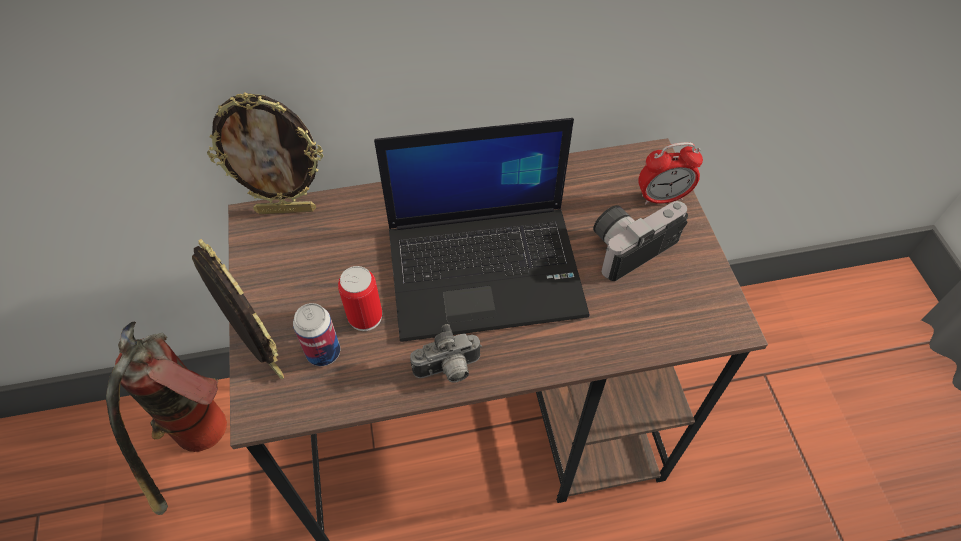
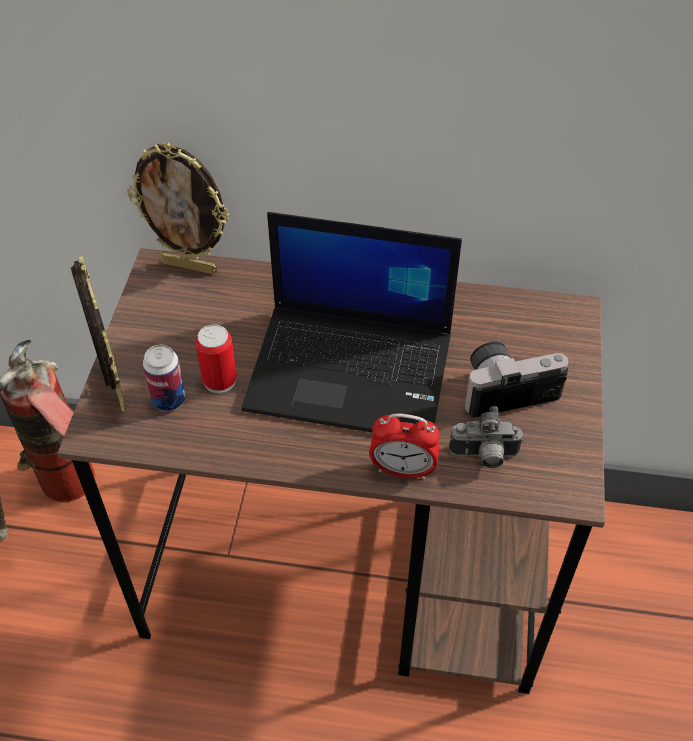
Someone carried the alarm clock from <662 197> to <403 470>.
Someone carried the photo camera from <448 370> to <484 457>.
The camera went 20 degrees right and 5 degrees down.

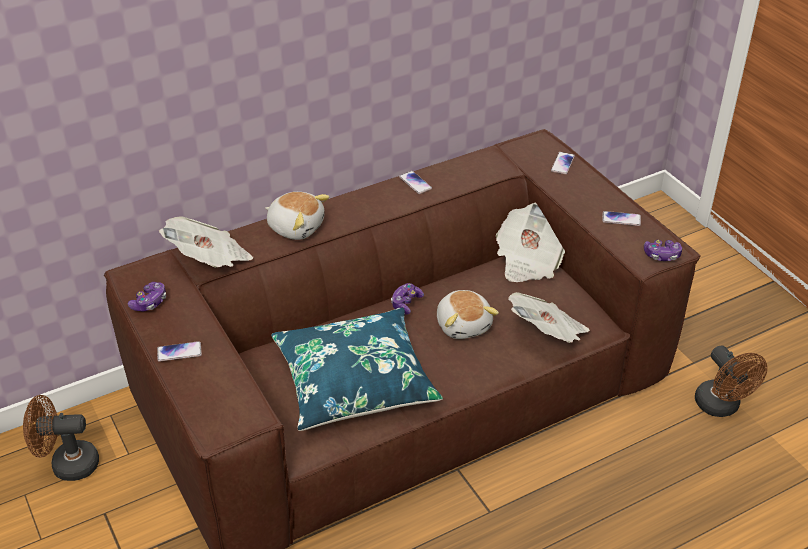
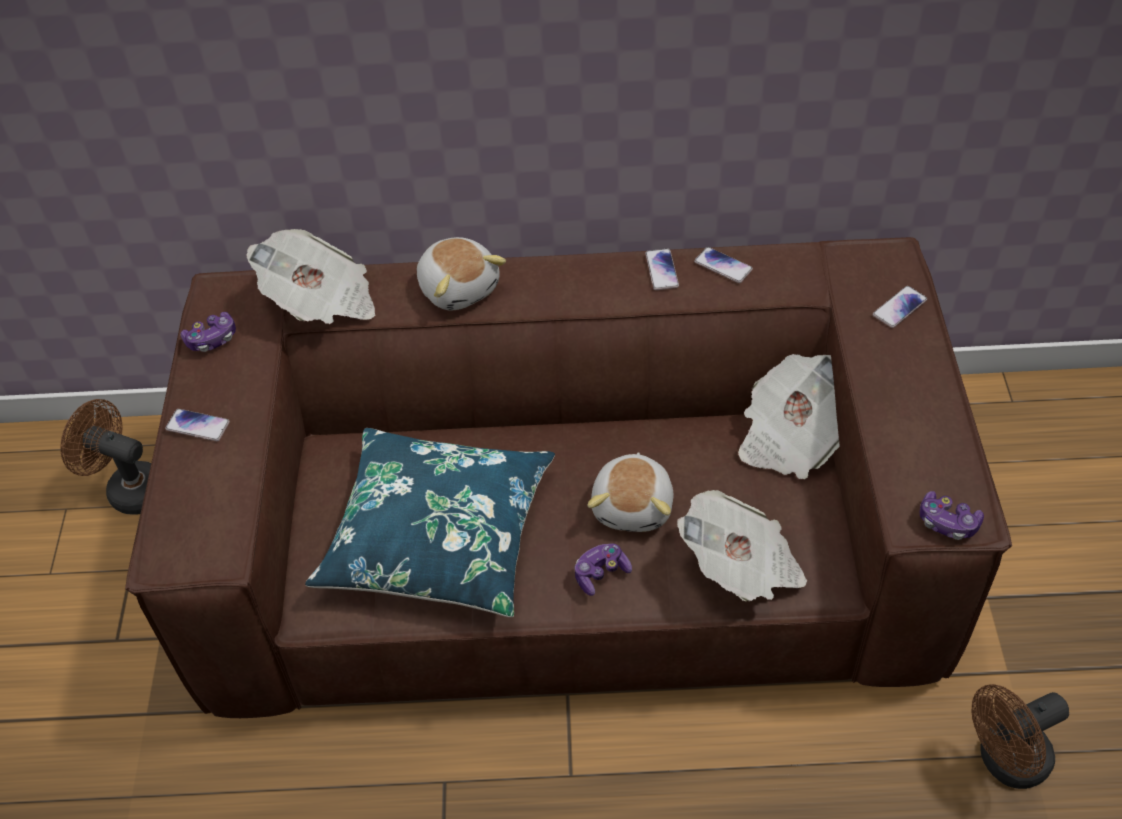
Someone carried the phone from <621 219> to <723 266>.
Someone carried the game controller from <406 303> to <601 573>.
Someone rotated the brown fan at <721 407> by 60 degrees clockwise.
The camera went 30 degrees right and 10 degrees up.

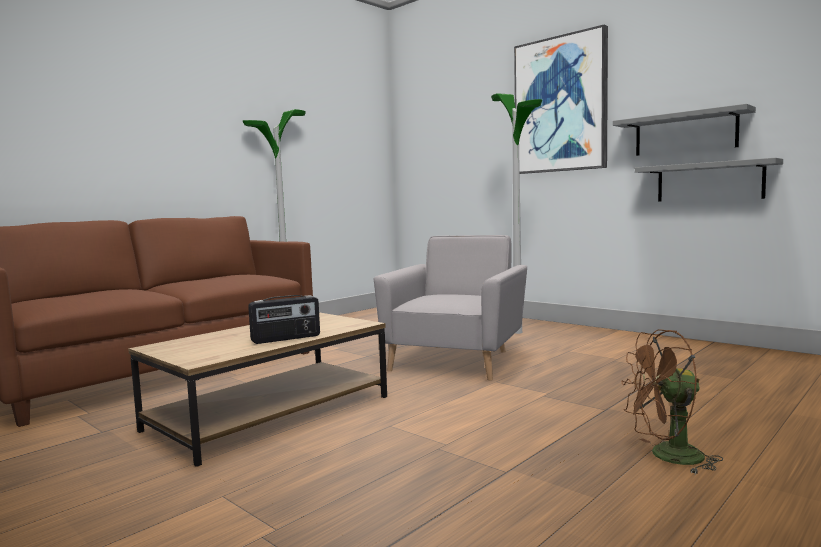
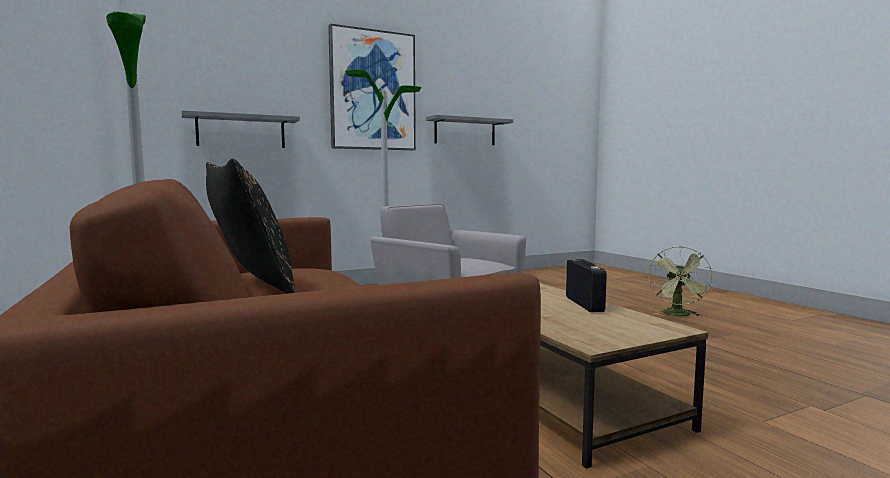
Someone carried the grey shelf from <709 182> to <241 131>.
Someone repainted the brown fan at <667 457>, which became the green fan at <678 315>.
Someone put down the black pillow at <250 286>.
The camera went 70 degrees left and 0 degrees up.

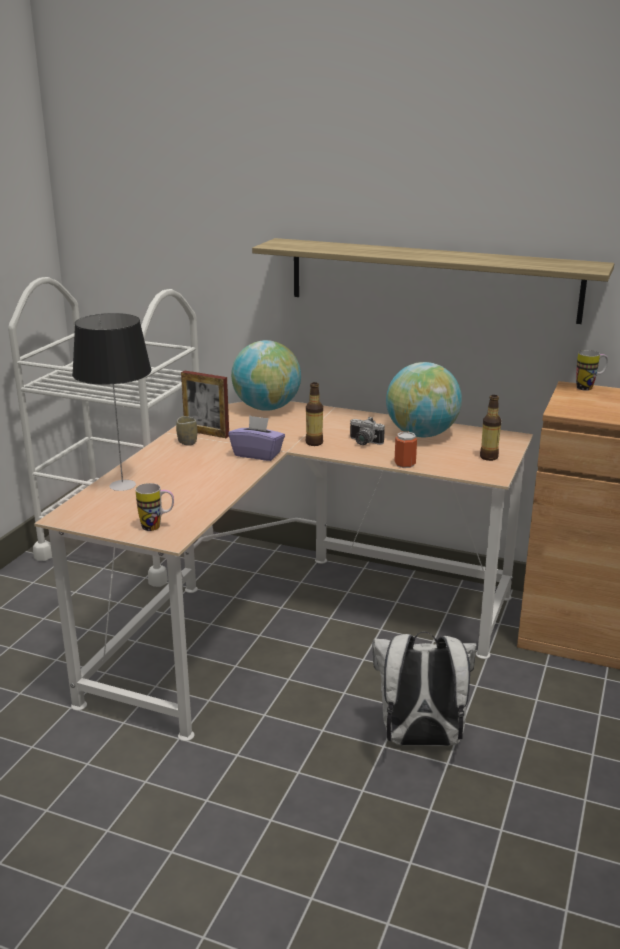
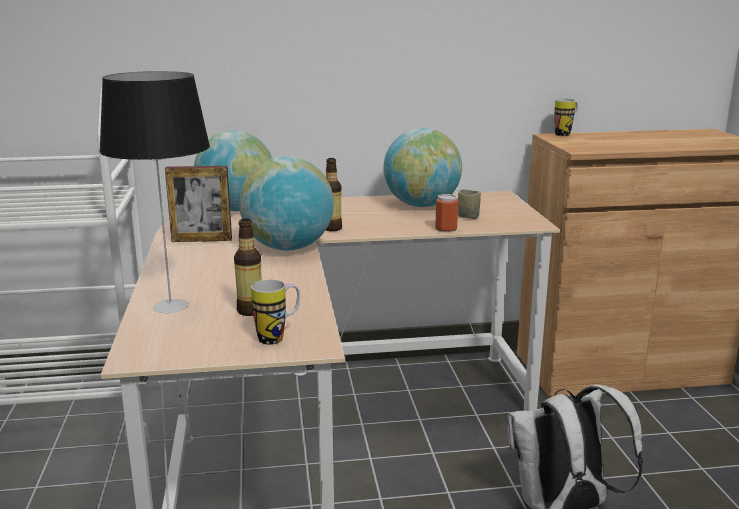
Someone took away the shelf at <432 279>.
Someone carried the bottle from <488 457> to <250 311>.
Someone swapped the purple tissue box at <257 454> for the globe at <288 248>.
Someone carried the cup from <187 442> to <468 217>.
Someone took away the photo camera at <363 442>.
The camera went 30 degrees left and 5 degrees down.

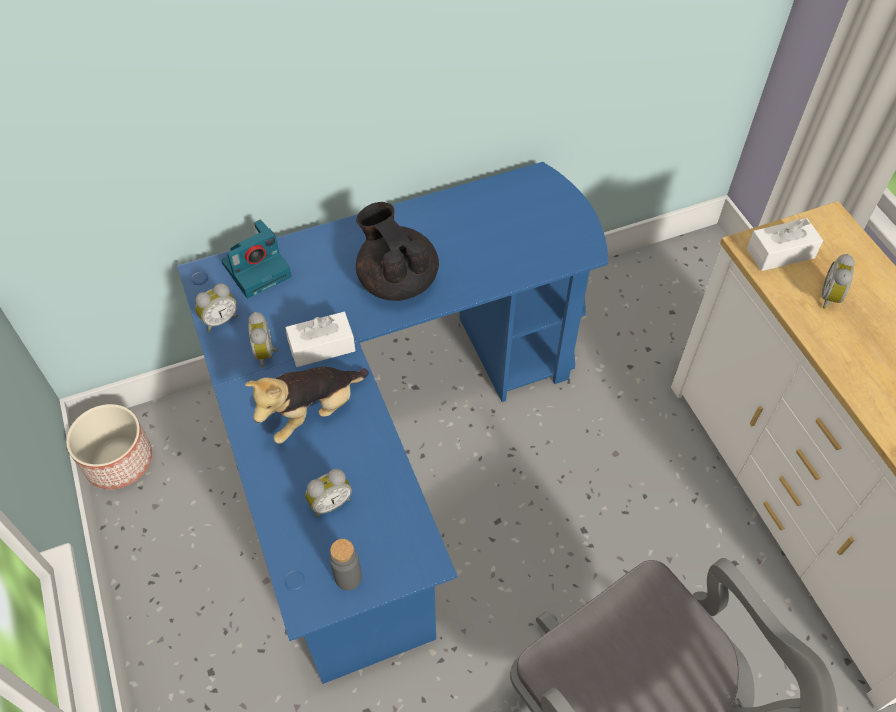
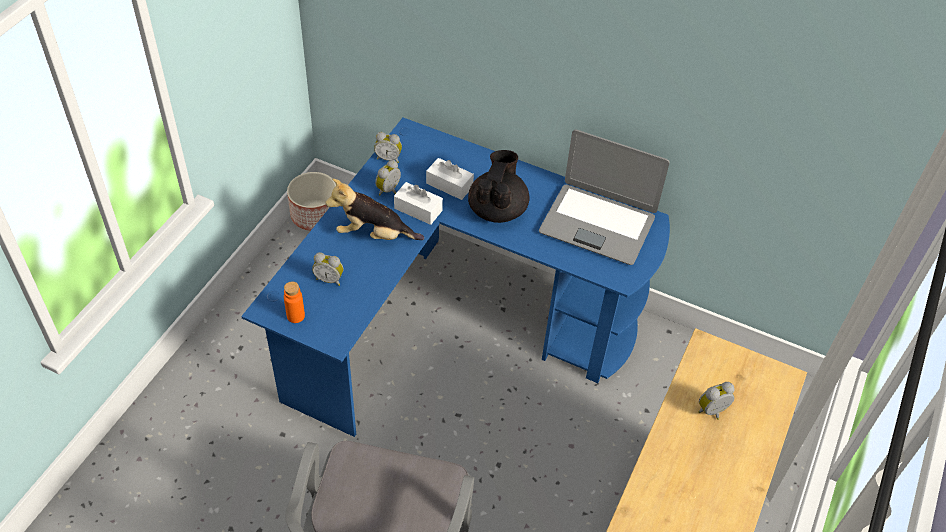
Someone carried the white tissue box from <780 253> to <449 185>.
Someone took away the photo camera at <258 269>.
Someone repainted the grey bottle at <348 577>, which became the orange bottle at <295 316>.
Someone put down the laptop at <597 224>.
The camera went 45 degrees right and 5 degrees down.

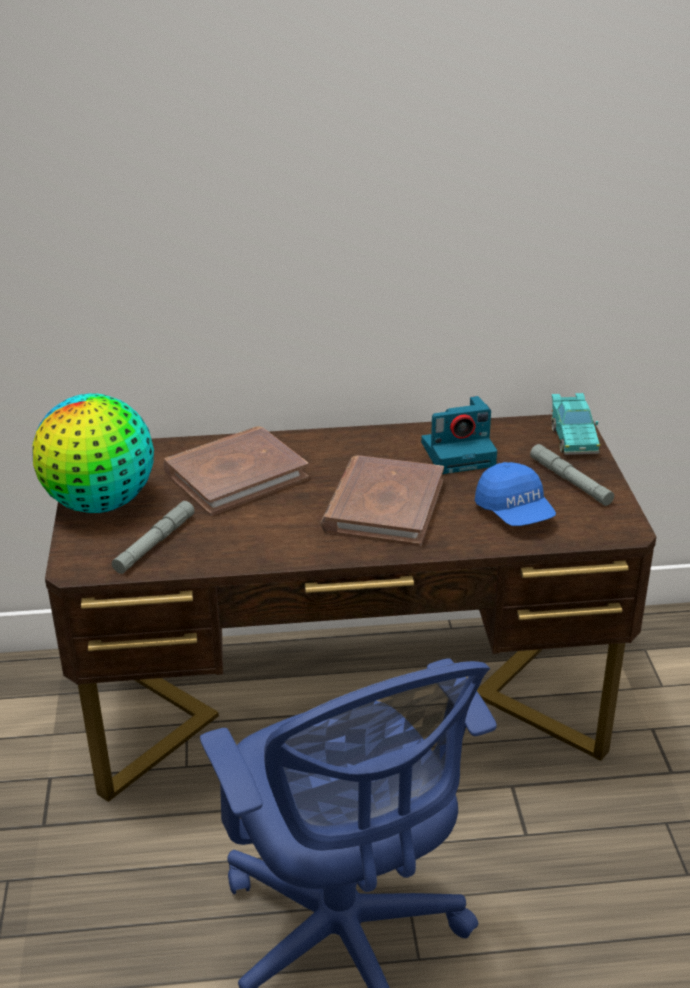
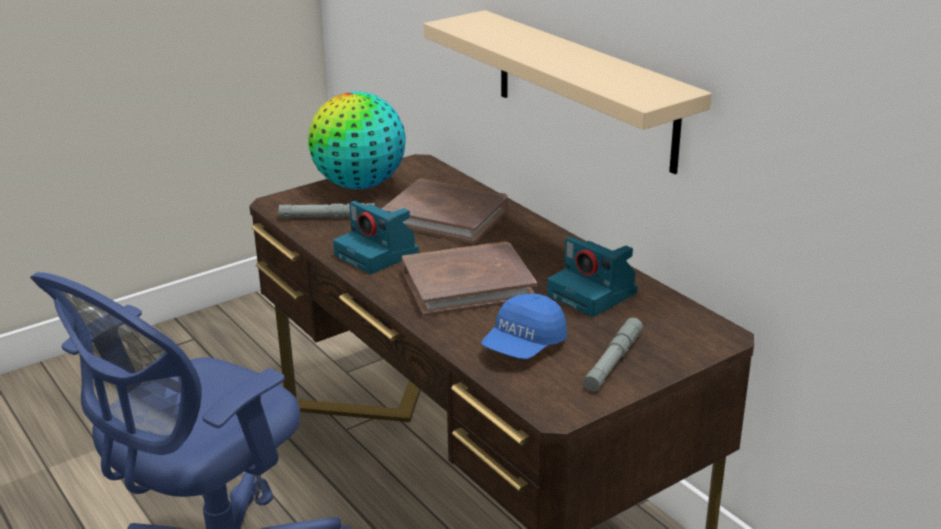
Someone took away the turquoise toy car at <573 437>.
Someone put up the beige shelf at <584 89>.
Someone put down the photo camera at <378 254>.
The camera went 60 degrees right and 5 degrees down.

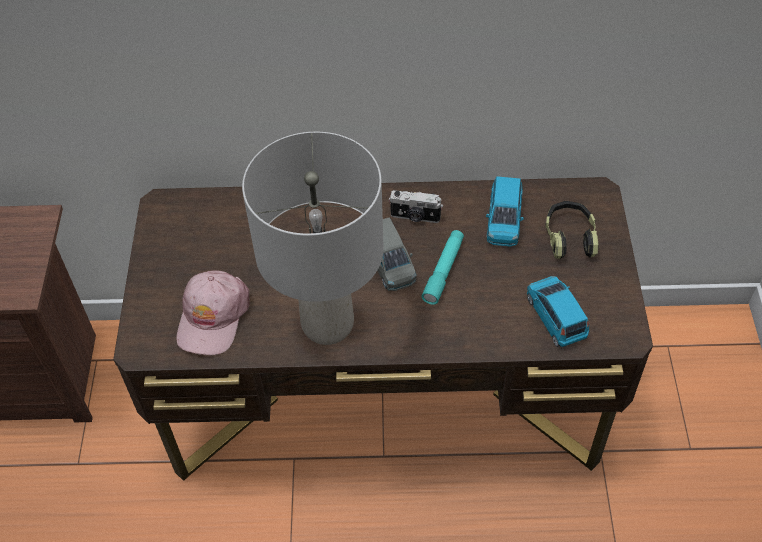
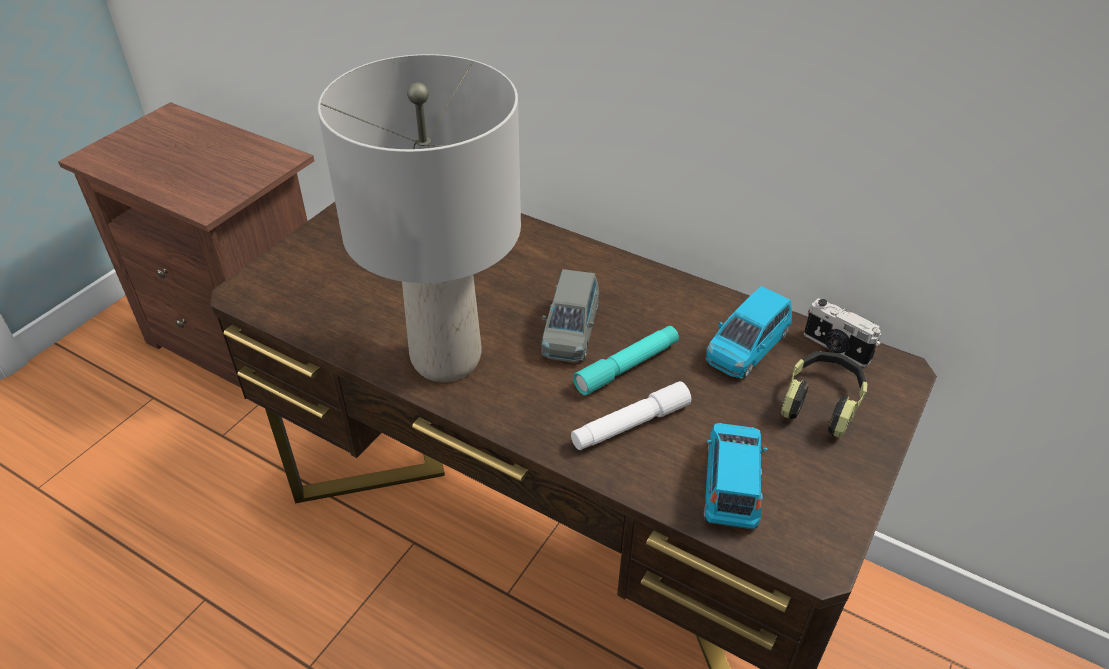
Someone carried the photo camera from <415 217> to <835 348>.
Someone took away the pink cap at <212 317>.
Someone put down the white flashlight at <630 424>.
The camera went 30 degrees right and 10 degrees down.

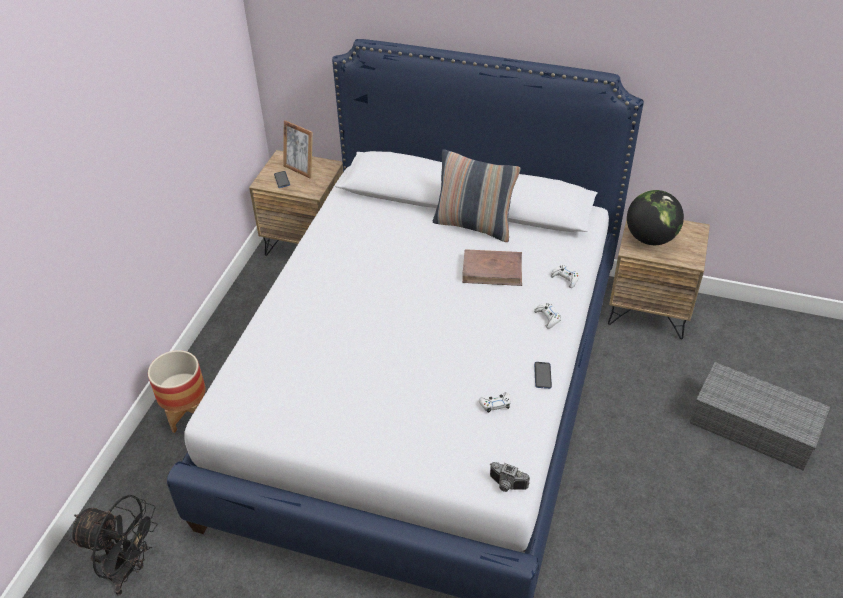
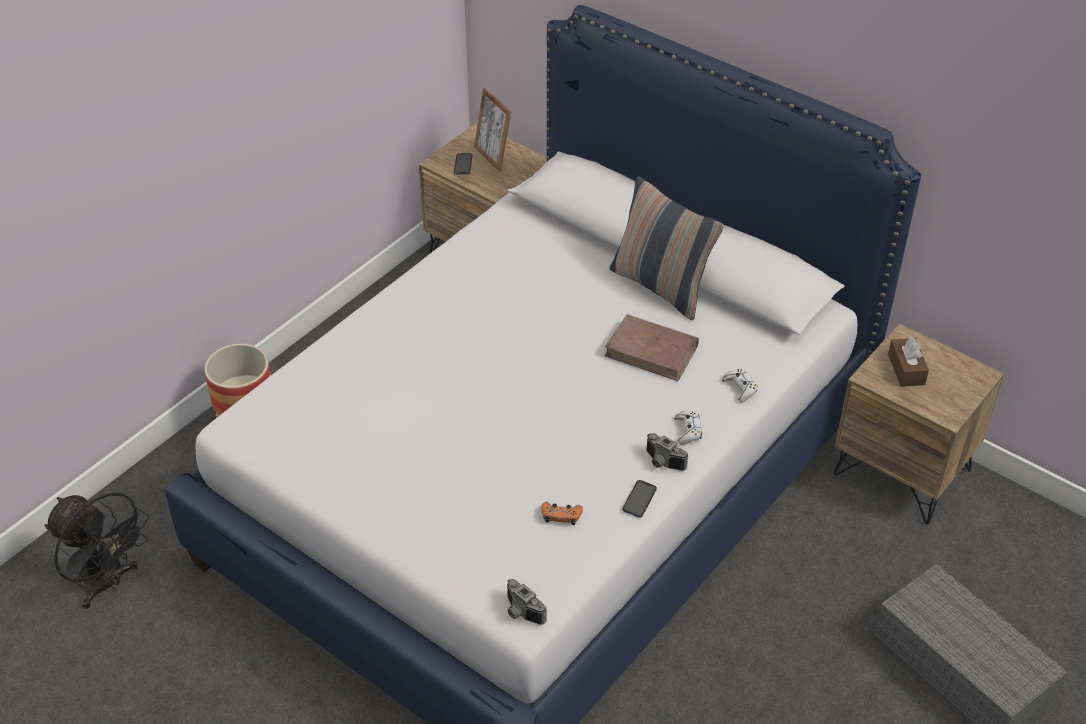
Someone swapped the globe at <650 238> for the brown tissue box at <906 369>.
Someone repainted the white game controller at <495 404>, which became the orange game controller at <561 516>.
Someone put down the photo camera at <662 463>.
The camera went 20 degrees right and 0 degrees up.

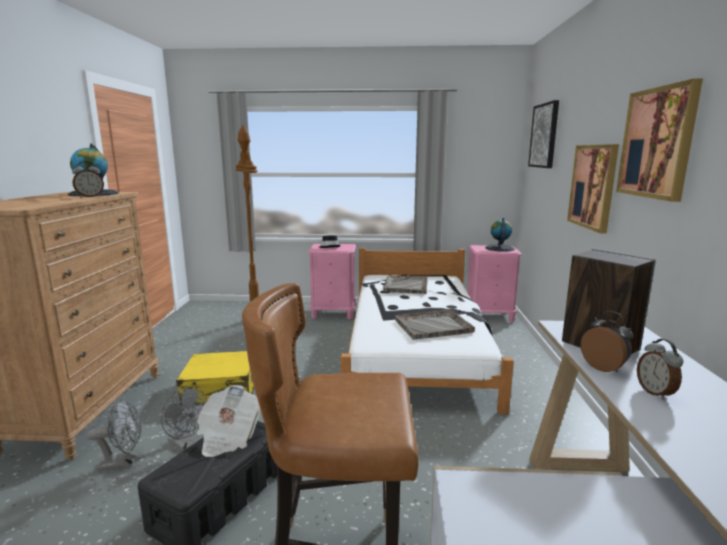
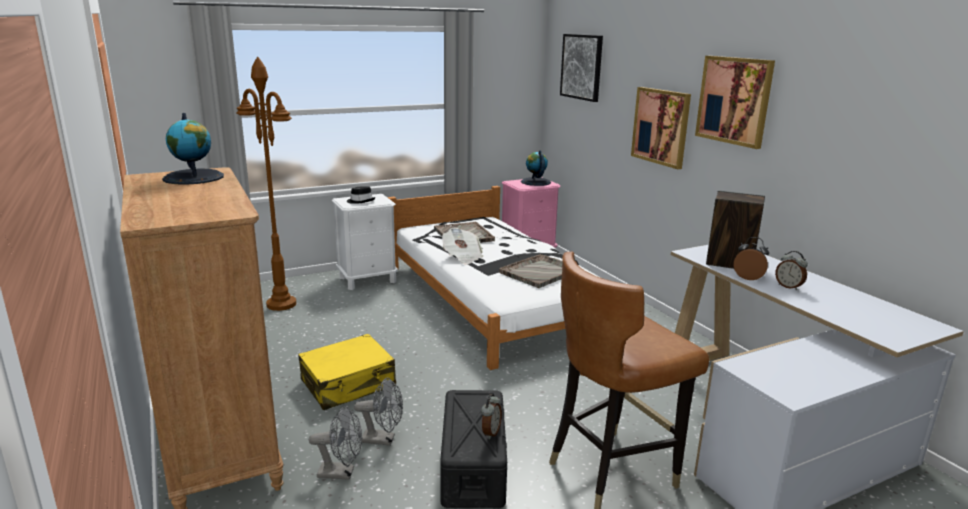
Someone carried the alarm clock from <90 197> to <490 433>.
Someone repainted the pink nightstand at <333 313>, which became the white nightstand at <367 280>.
Someone carried the newspaper from <228 436> to <462 257>.
Someone rotated the grey fan at <123 462> by 45 degrees clockwise.
The camera went 30 degrees left and 5 degrees up.

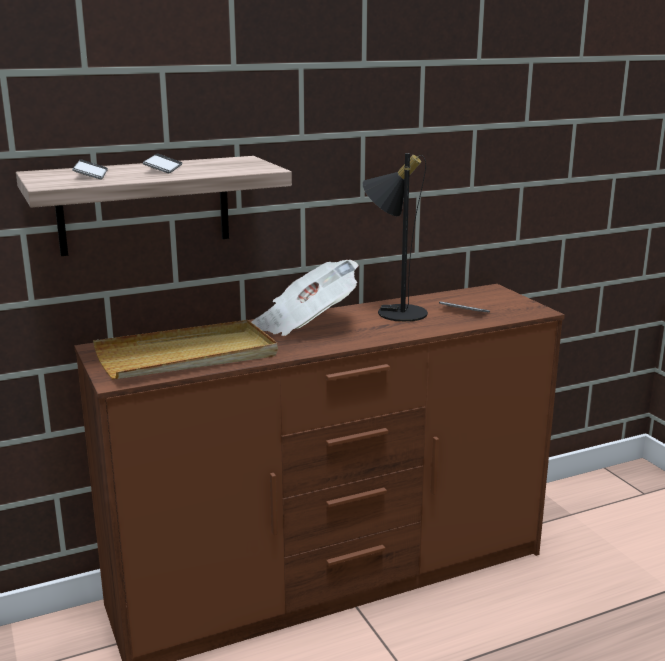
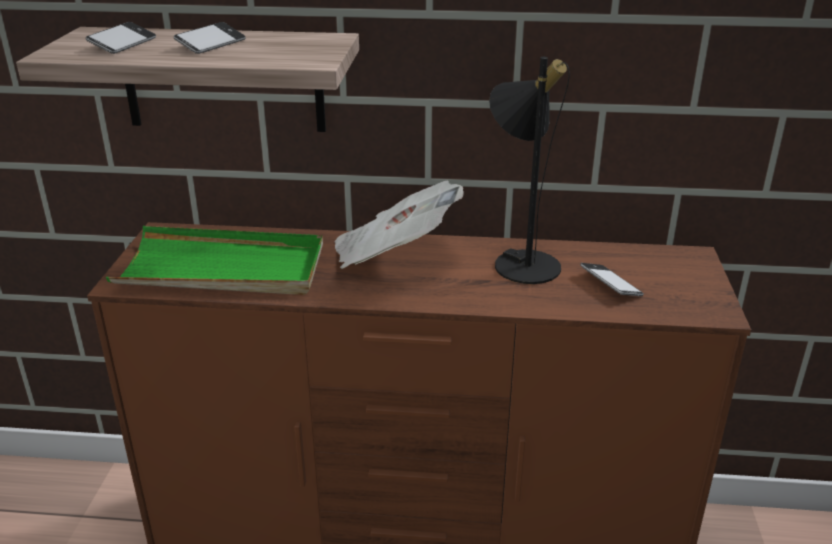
Someone repainted the beige tray at <187 356>, which became the green tray at <223 269>.
The camera went 30 degrees right and 10 degrees up.

